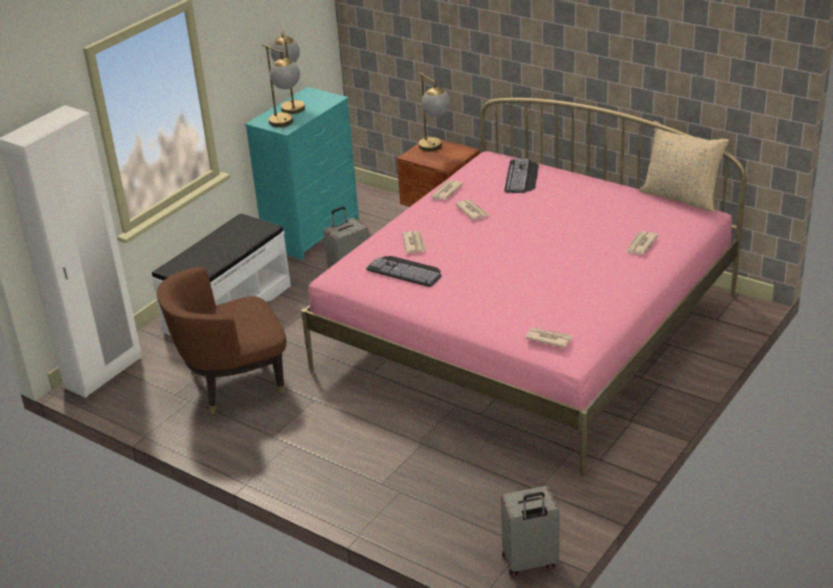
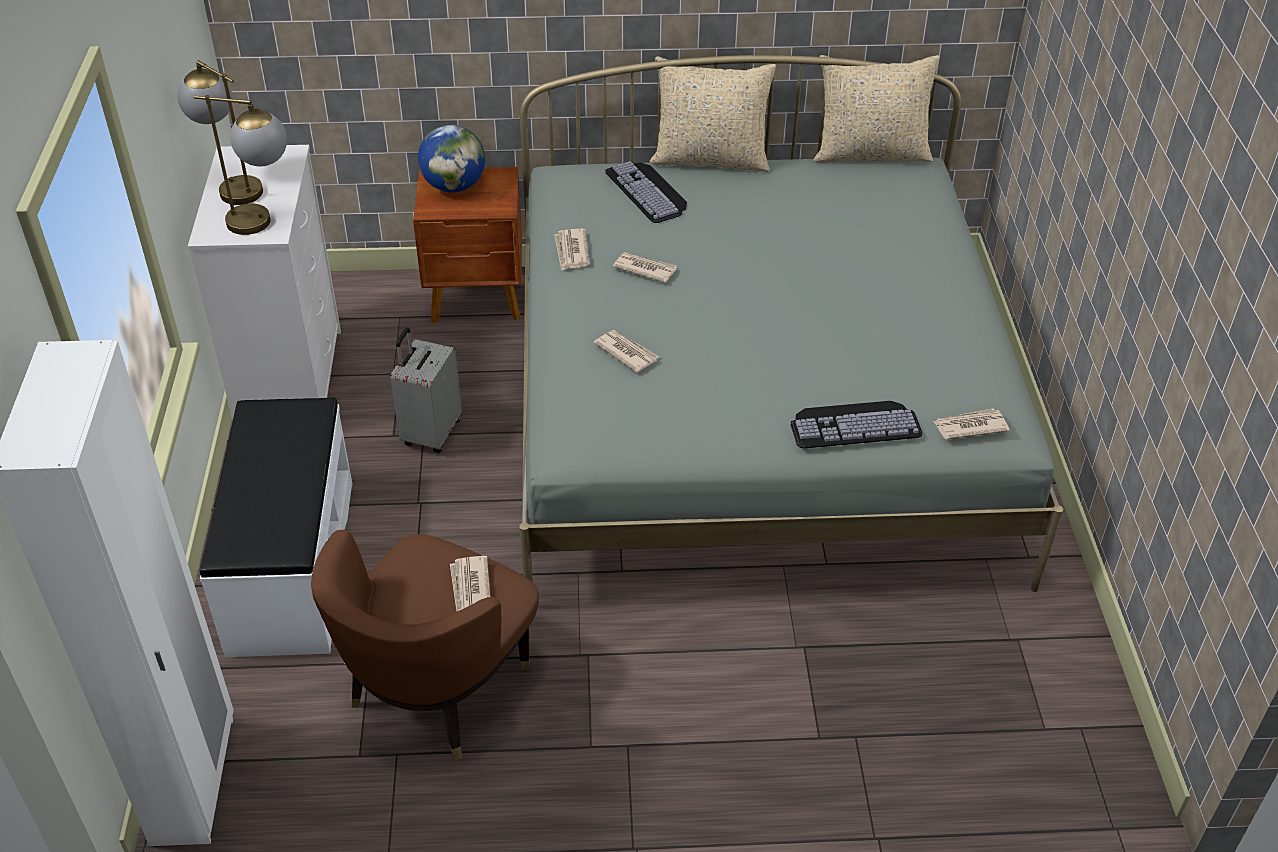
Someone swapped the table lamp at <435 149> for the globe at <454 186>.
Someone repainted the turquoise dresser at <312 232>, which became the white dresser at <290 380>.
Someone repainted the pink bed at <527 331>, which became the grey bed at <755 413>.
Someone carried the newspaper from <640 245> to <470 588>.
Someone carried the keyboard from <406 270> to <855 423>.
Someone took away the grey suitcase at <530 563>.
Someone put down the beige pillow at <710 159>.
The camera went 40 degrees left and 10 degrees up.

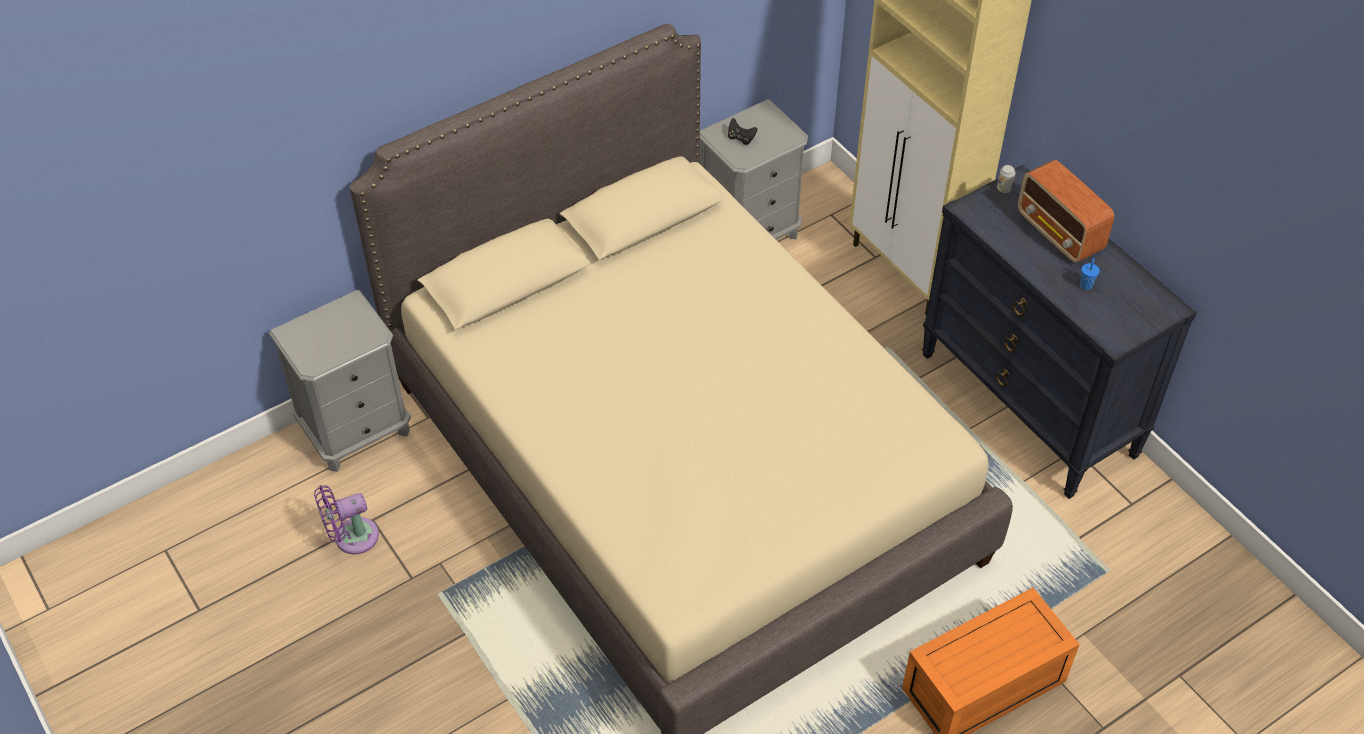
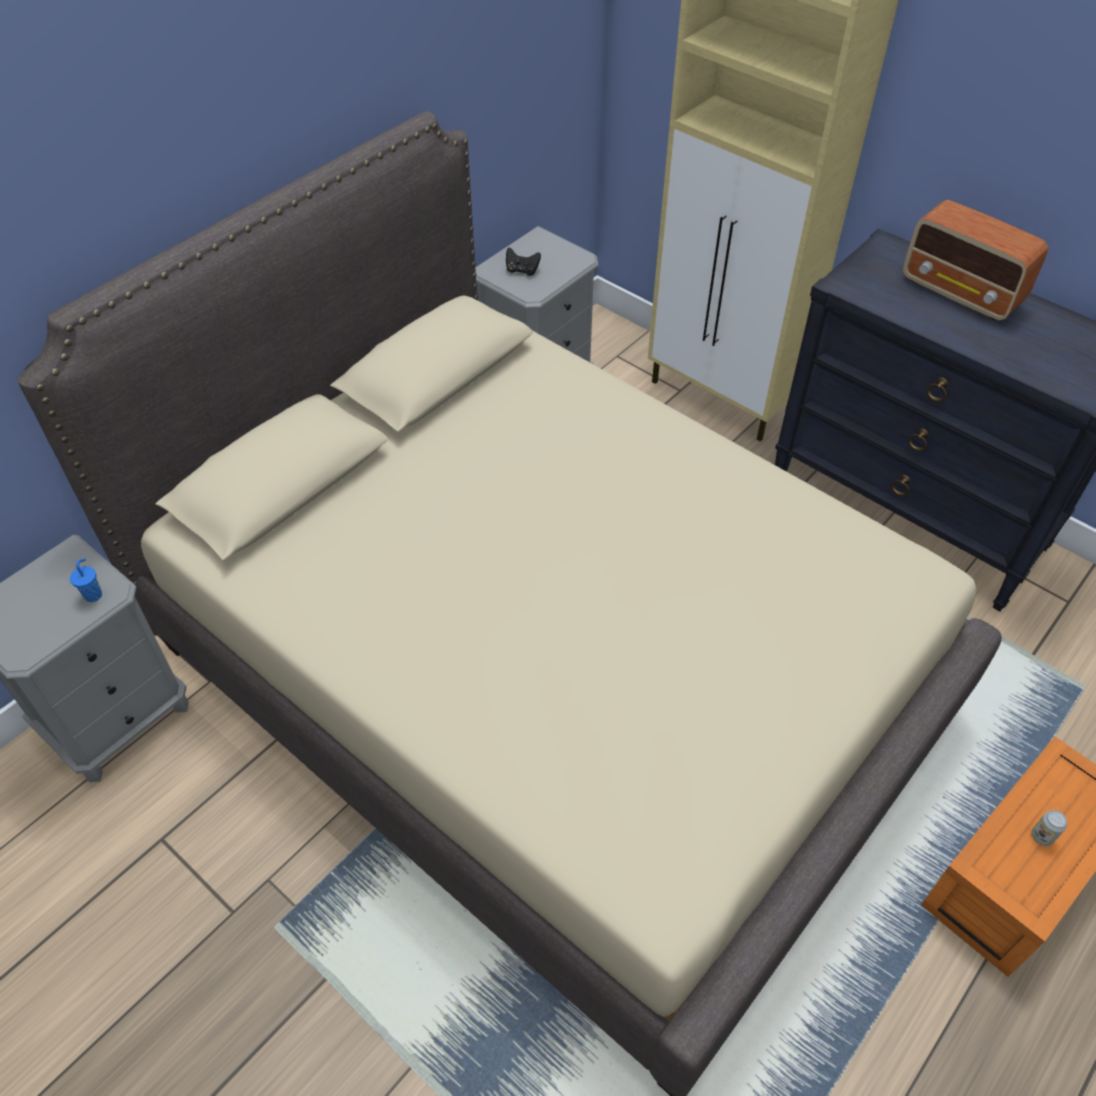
Someone carried the can from <1004 189> to <1041 836>.
Someone carried the blue cup from <1086 285> to <94 594>.
Someone took away the purple fan at <351 538>.
The camera went 15 degrees left and 0 degrees up.

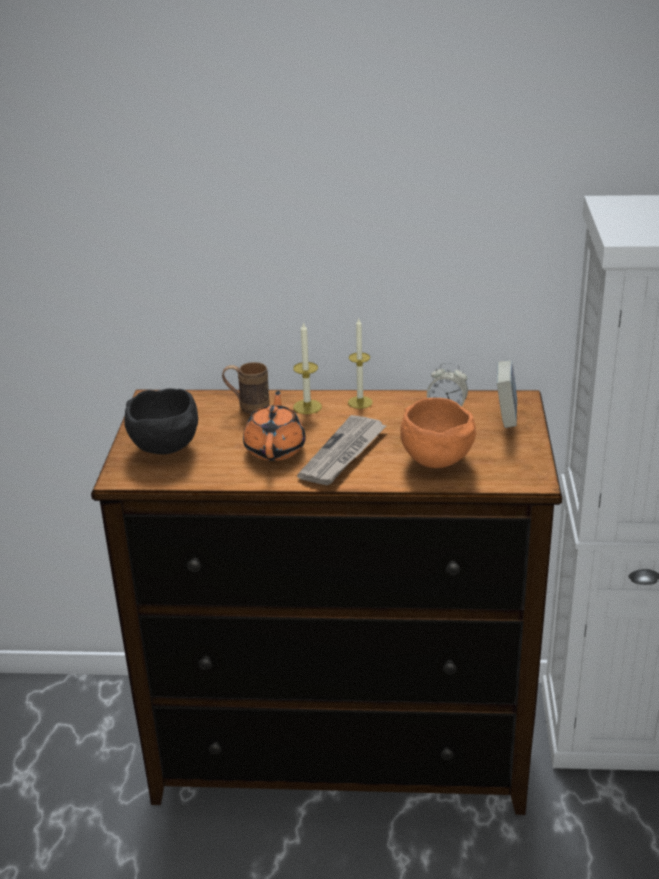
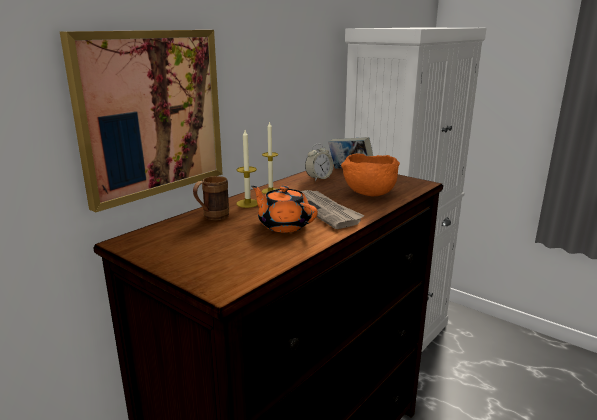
Someone took away the black bowl at <167 448>.
Someone put up the picture at <151 114>.
The camera went 55 degrees left and 10 degrees down.

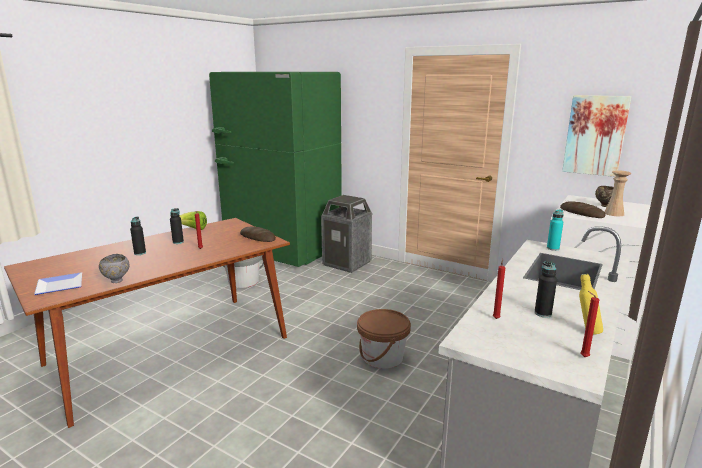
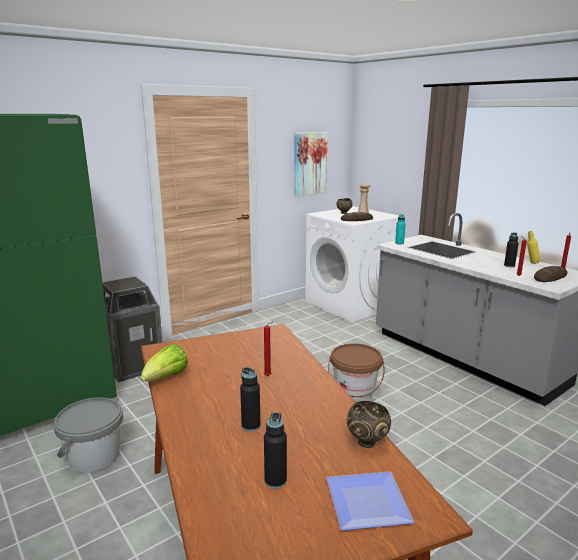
Someone carried the black bottle from <178 242> to <275 481>.
Someone carried the bread from <257 237> to <550 277>.
Someone repainted the grey bowl at <117 281>, which became the brown bowl at <368 443>.
The camera went 70 degrees left and 0 degrees up.

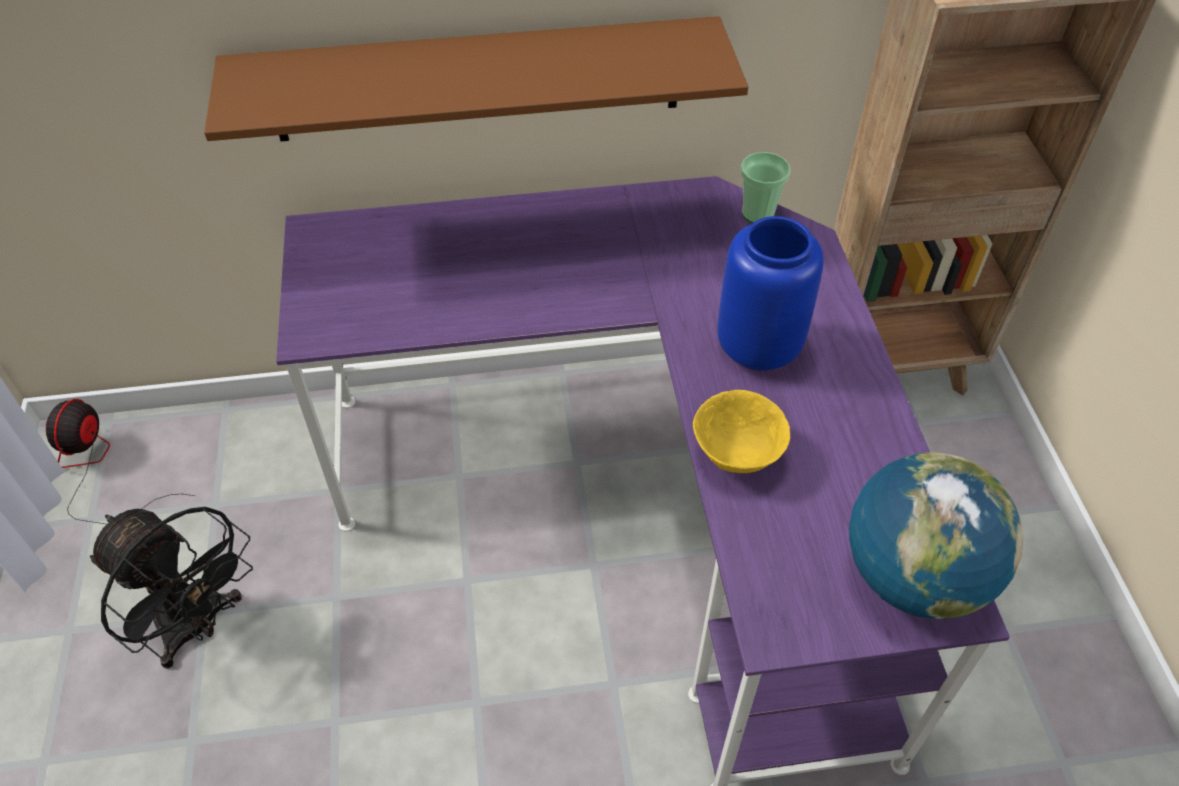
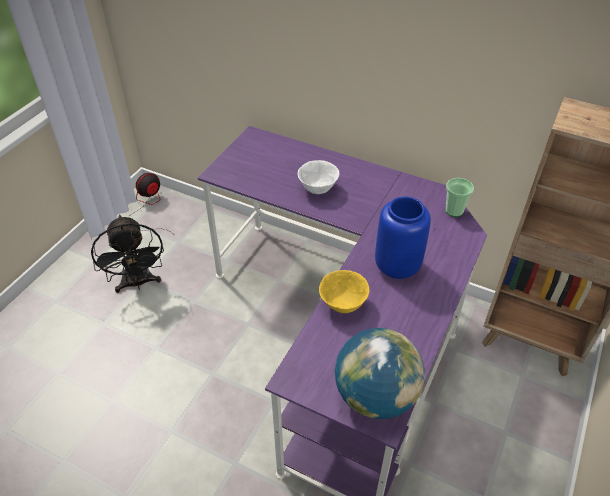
Someone took away the brown shelf at <477 80>.
Someone put down the white bowl at <318 189>.
The camera went 35 degrees right and 5 degrees down.

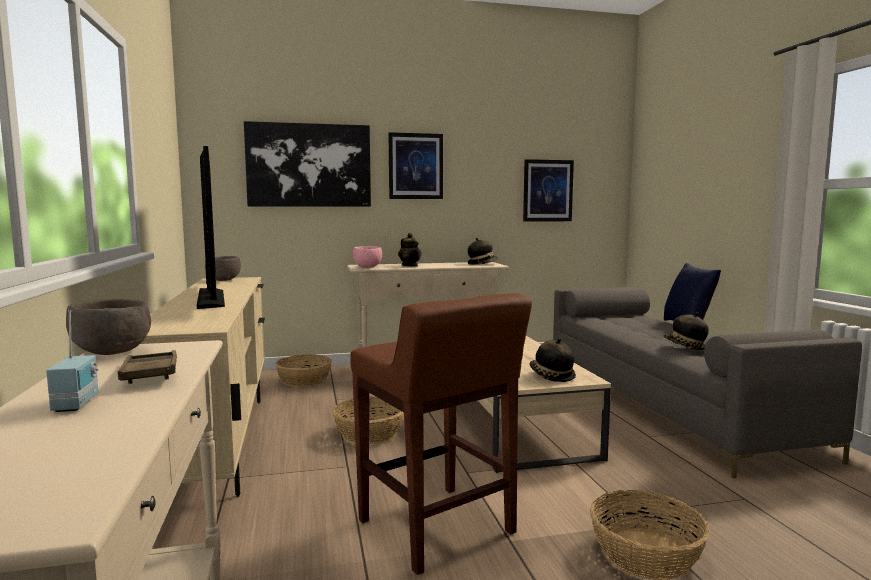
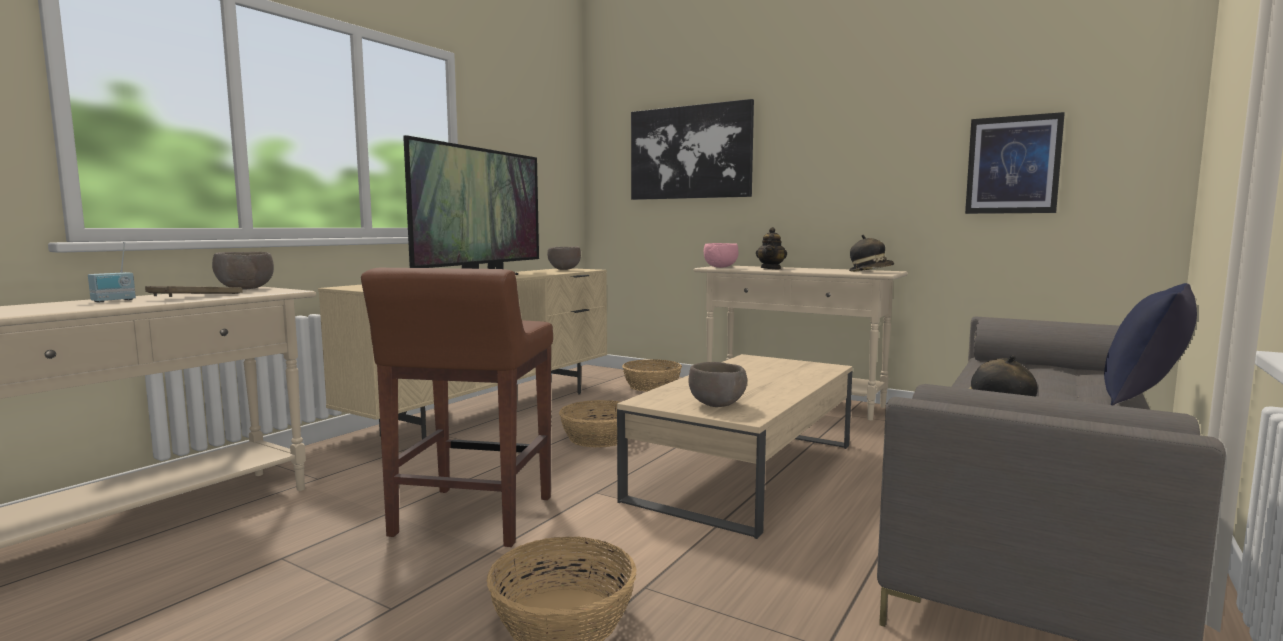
Someone took away the picture at <415 166>.
Someone swapped the hat at <551 376> for the brown bowl at <717 405>.
The camera went 45 degrees right and 0 degrees up.

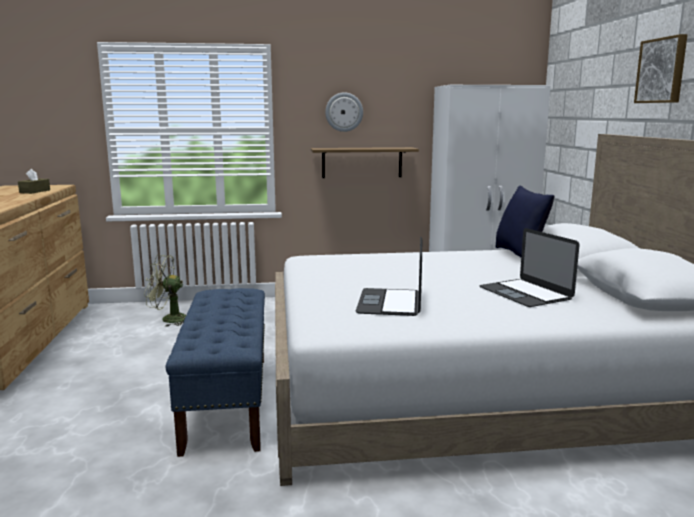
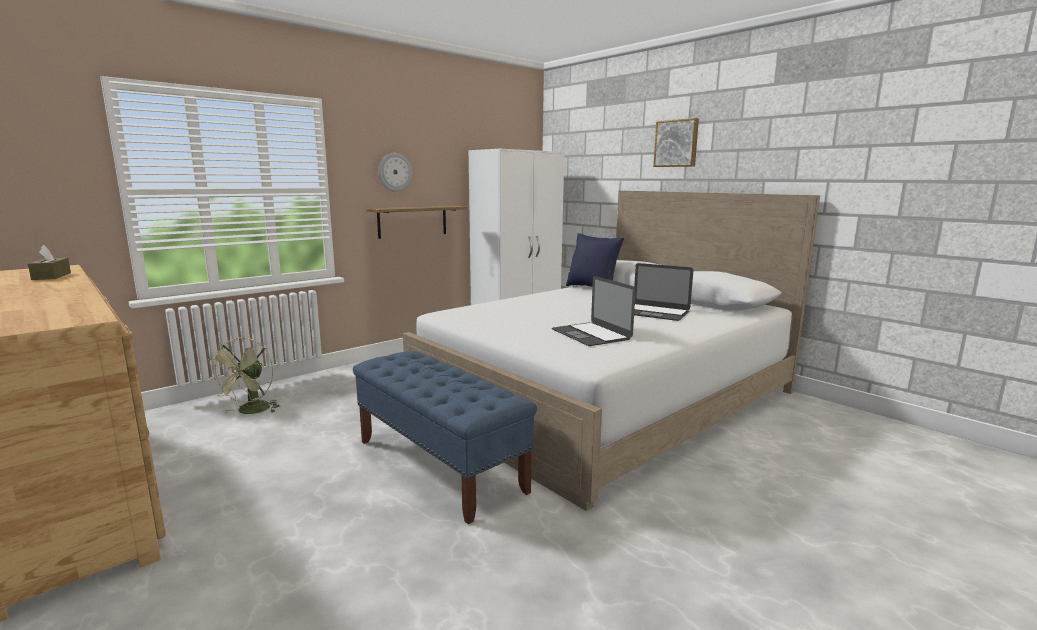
Someone rotated the green fan at <168 319> by 45 degrees counterclockwise.
The camera went 35 degrees left and 0 degrees up.

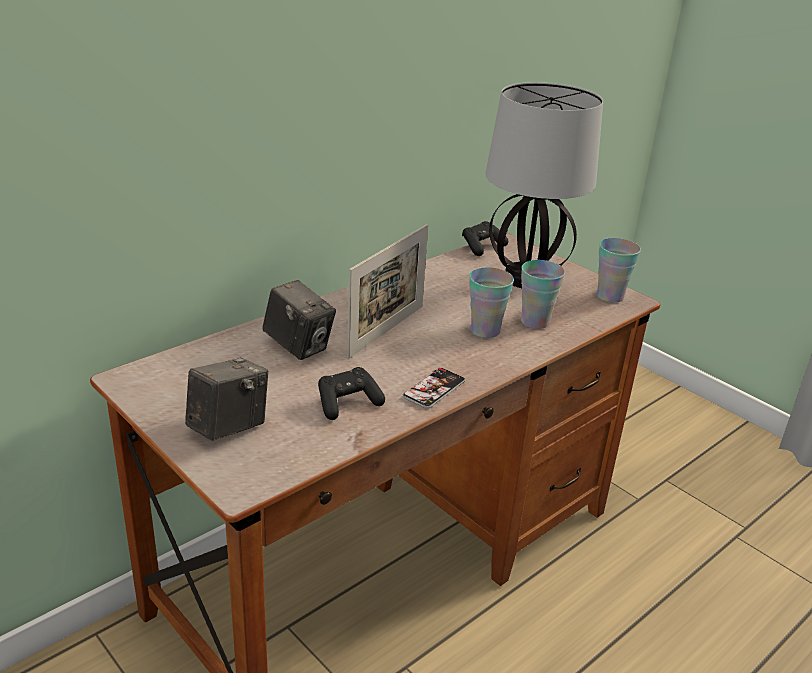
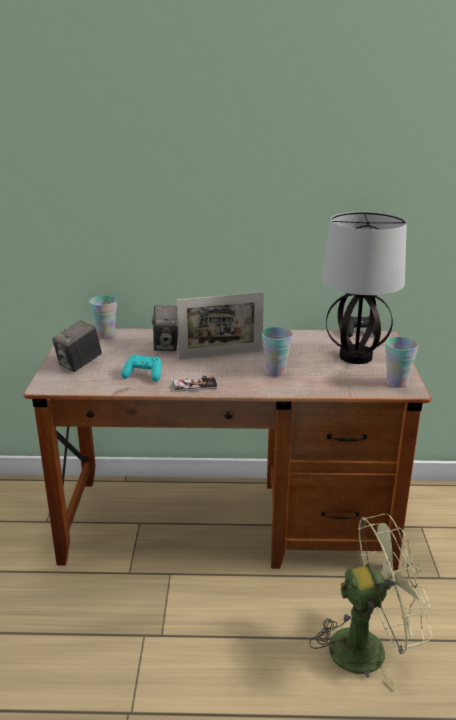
Someone carried the cup from <535 322> to <105 335>.
Someone rotated the photo camera at <228 427> by 135 degrees clockwise.
Someone repainted the black game controller at <348 403>, which became the turquoise game controller at <143 375>.
Someone put down the green fan at <369 647>.
The camera went 45 degrees right and 5 degrees down.

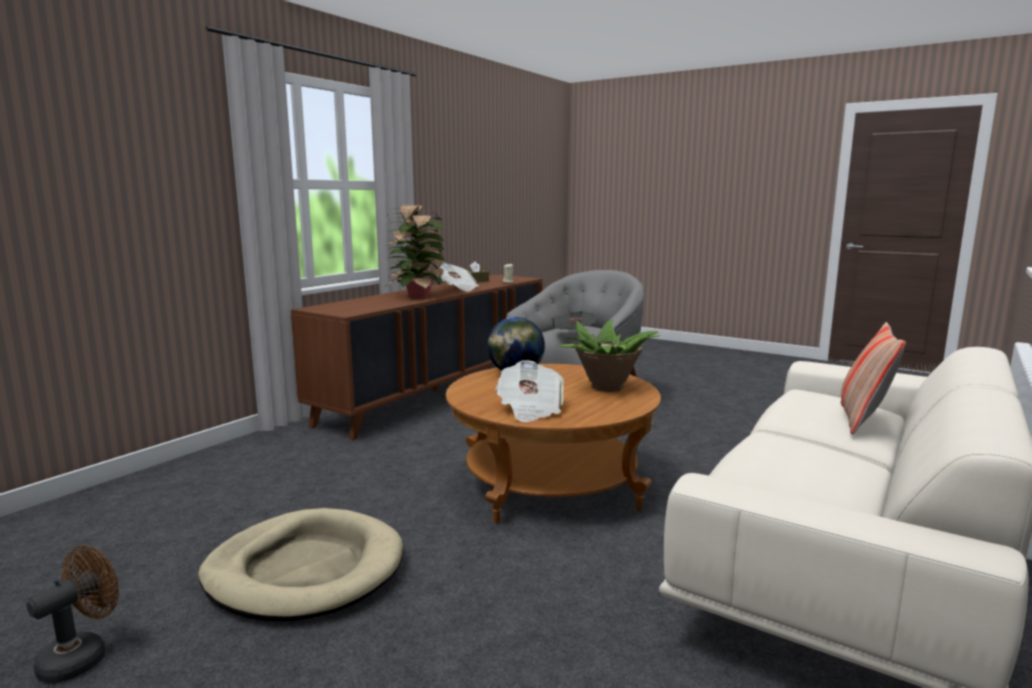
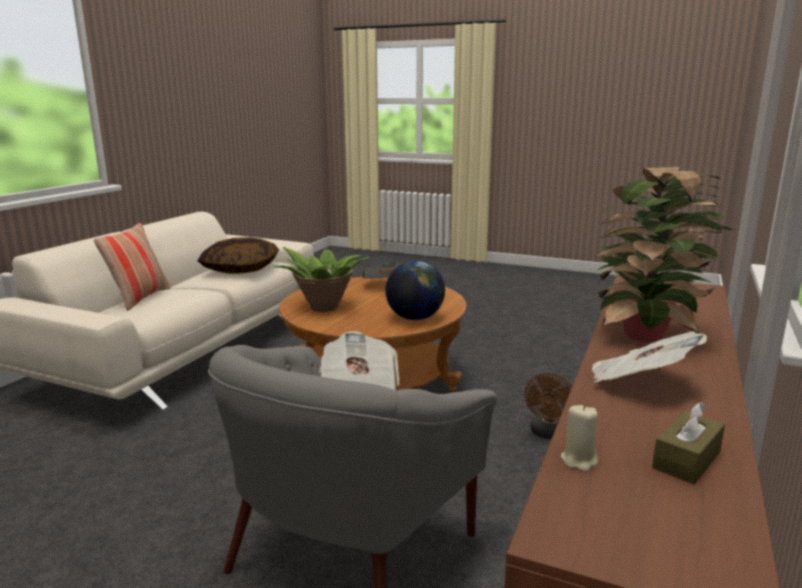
Someone took away the beige dog bed at <305 570>.
Someone carried the brown fan from <82 656> to <548 434>.
Someone put down the pillow at <240 268>.
The camera went 170 degrees right and 5 degrees up.

